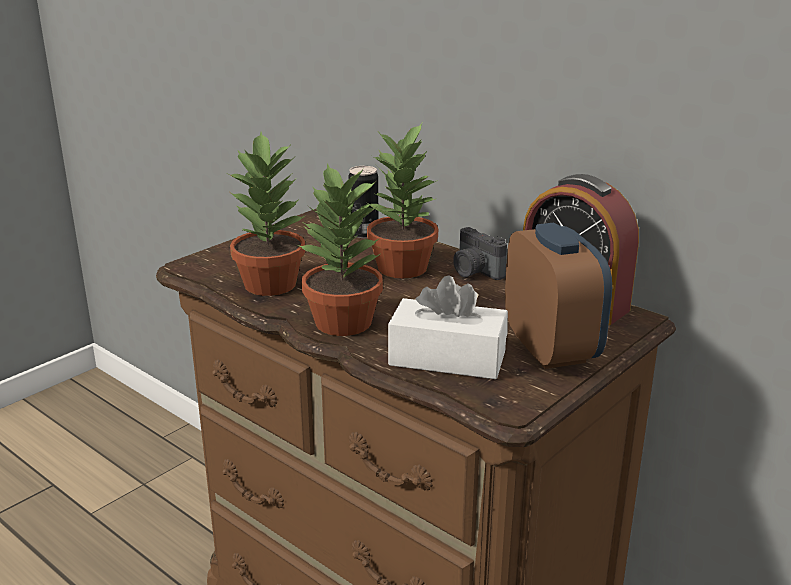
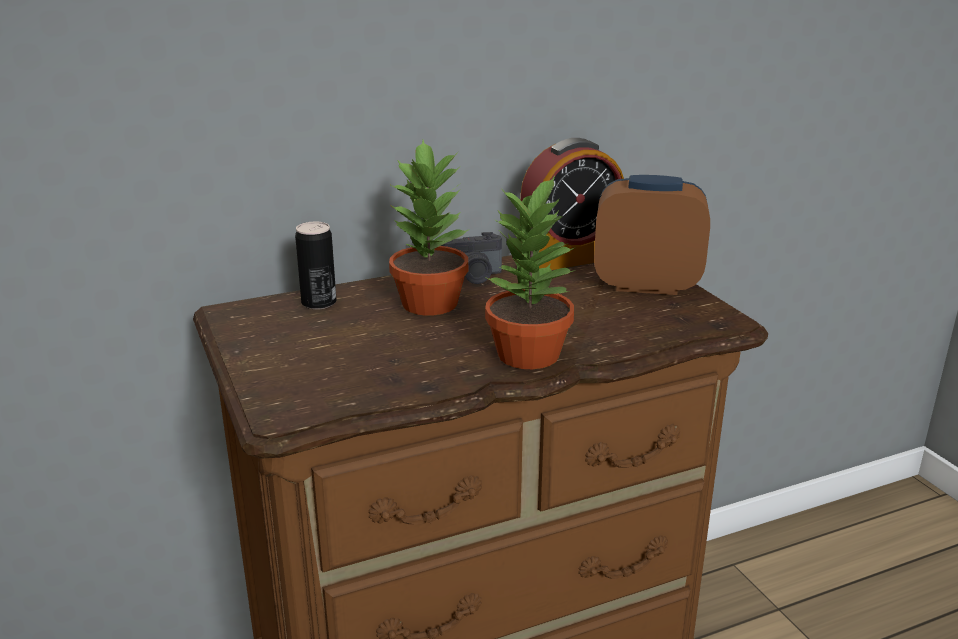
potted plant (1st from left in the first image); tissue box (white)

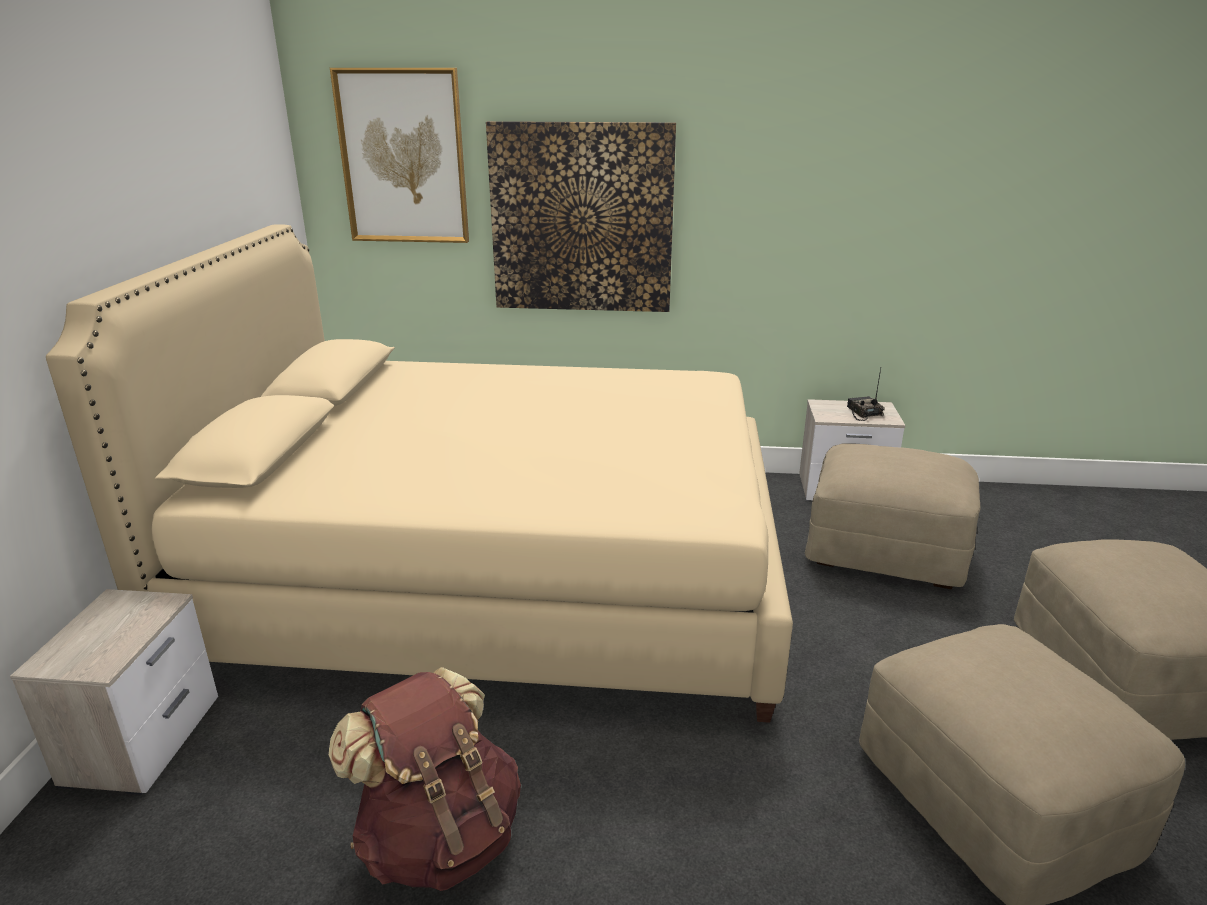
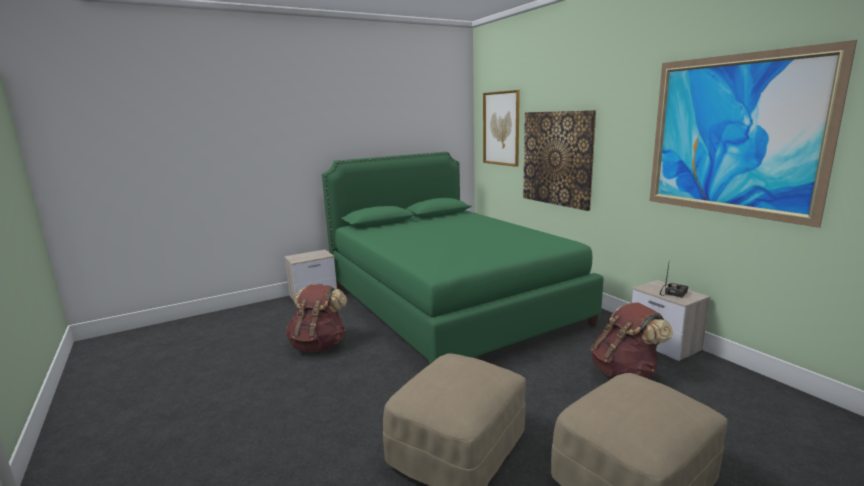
bed (green); backpack (brown) (2nd from left); picture (3rd from left)

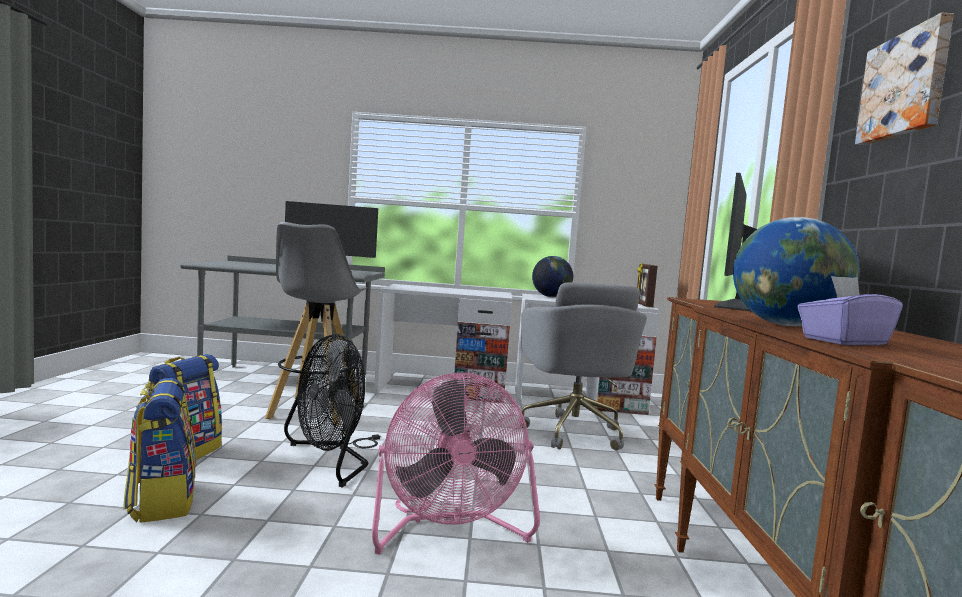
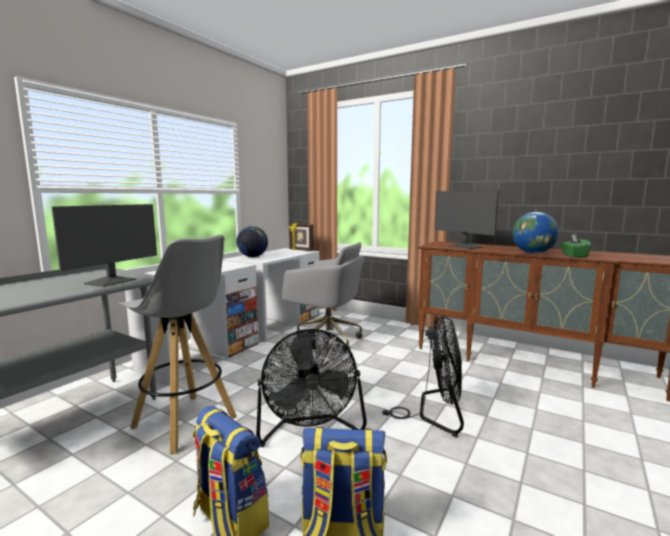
picture; tissue box (green); fan (black) (2nd from left)

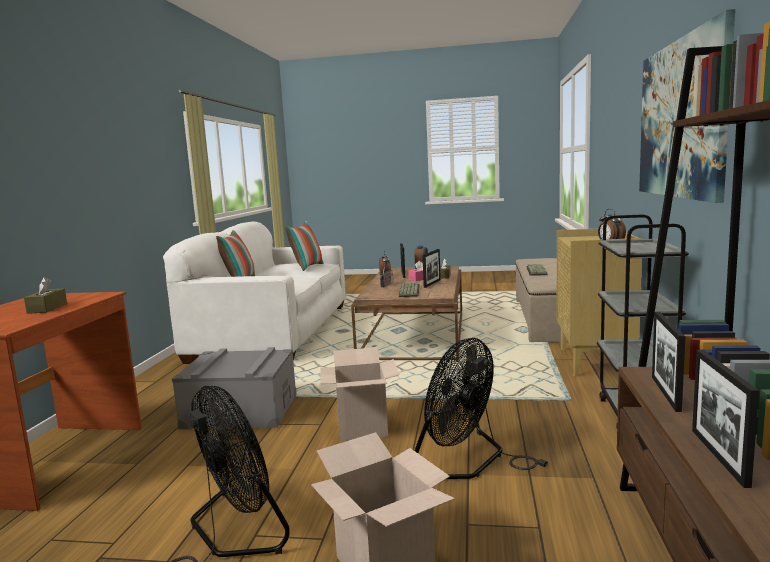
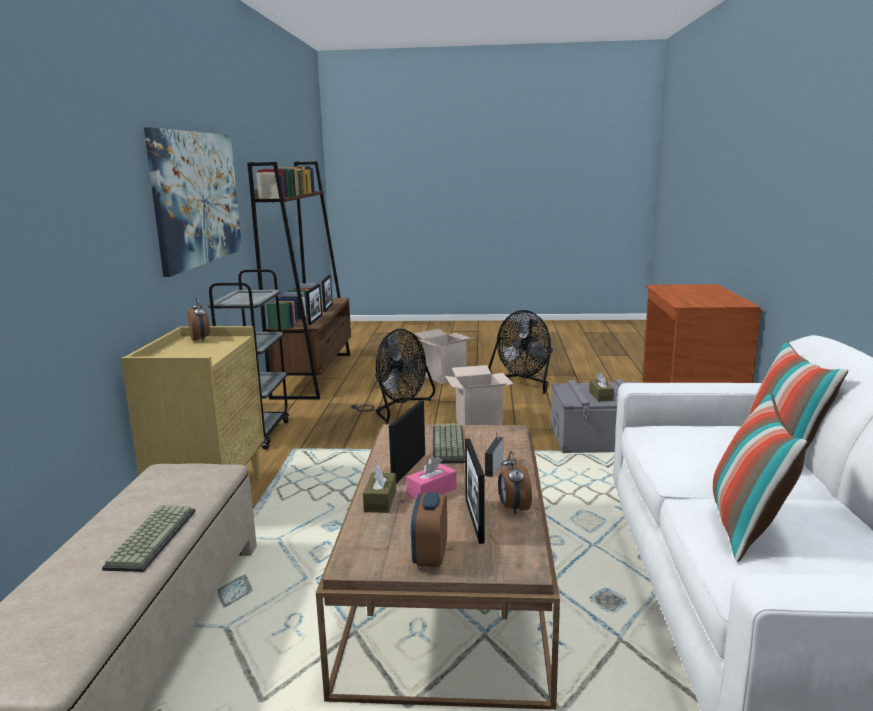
tissue box (brown) (2nd from left)

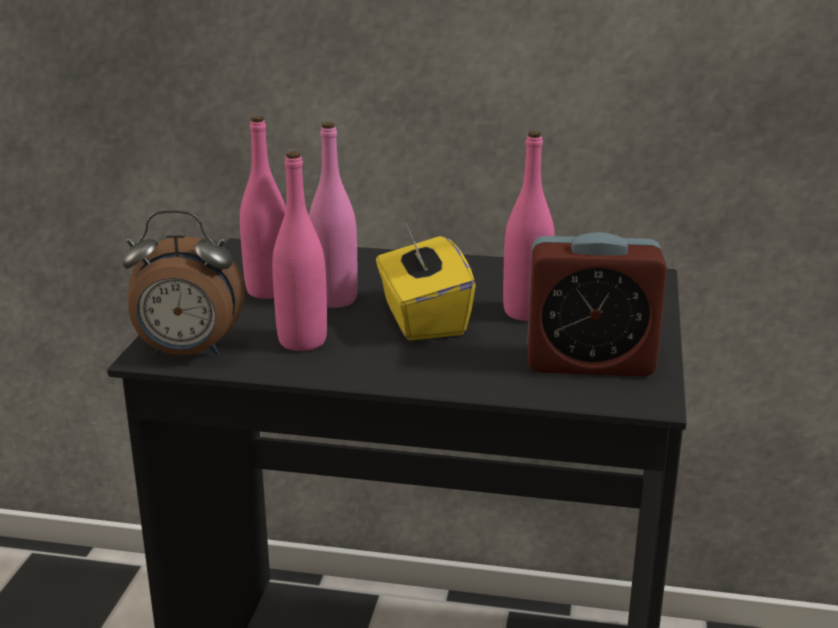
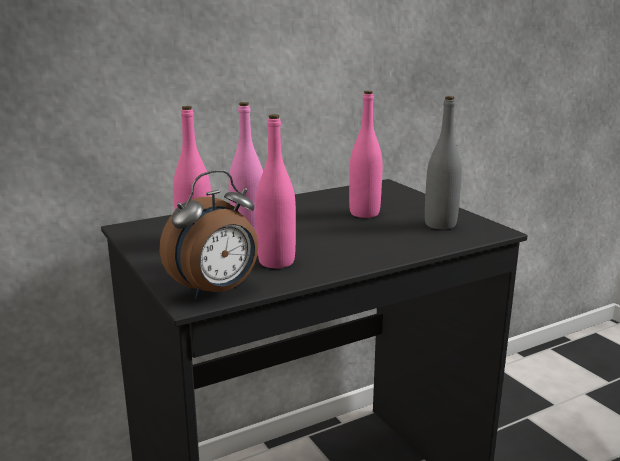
tissue box (yellow); bottle (grey)

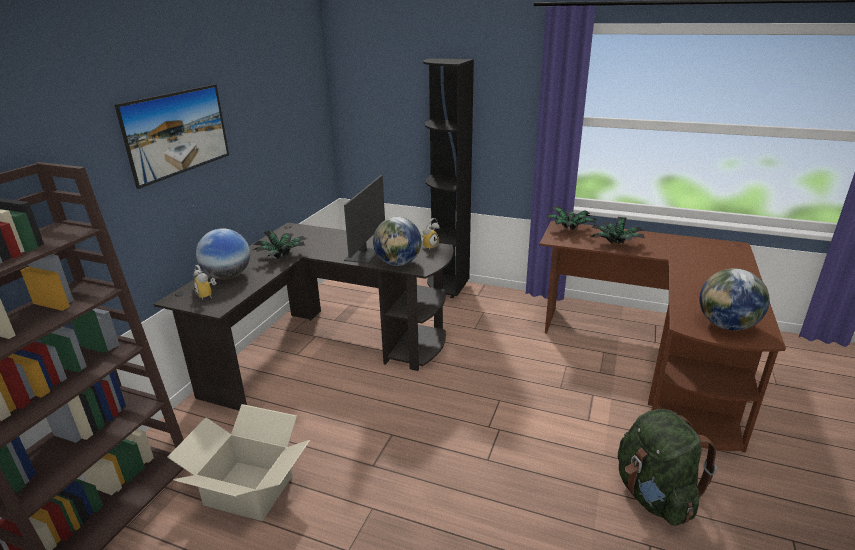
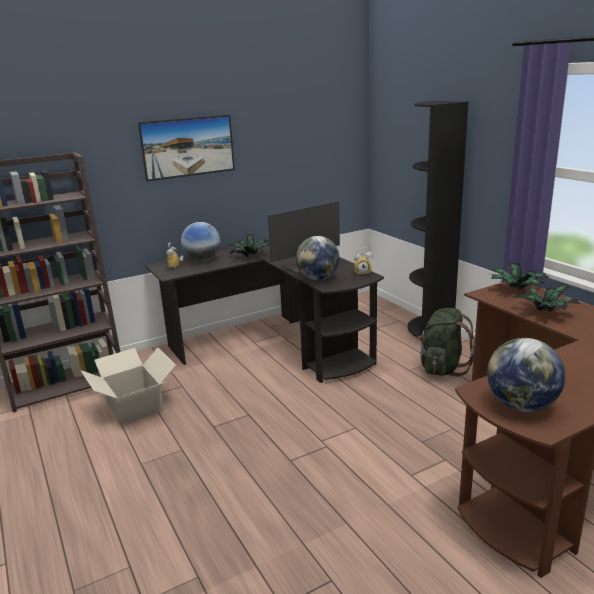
backpack (green)

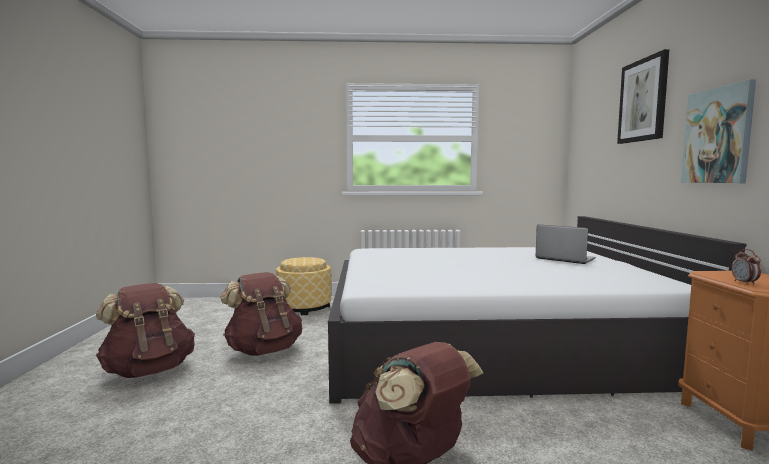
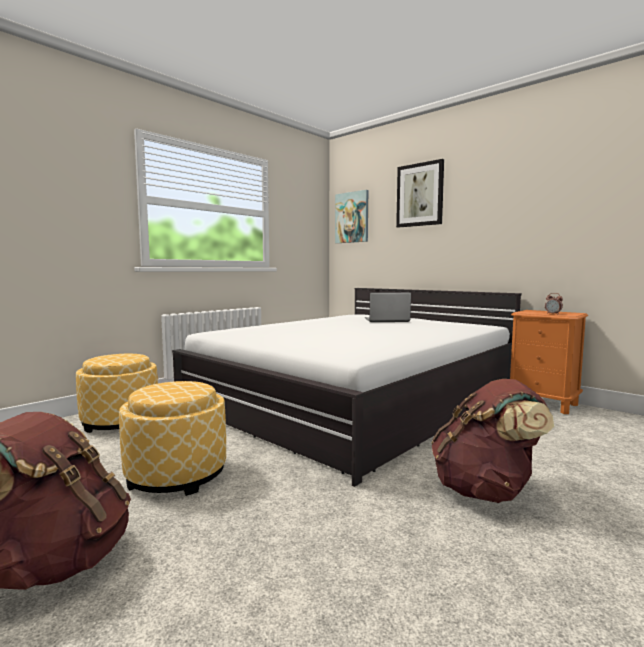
picture (1st from left); ottoman (2nd from left)

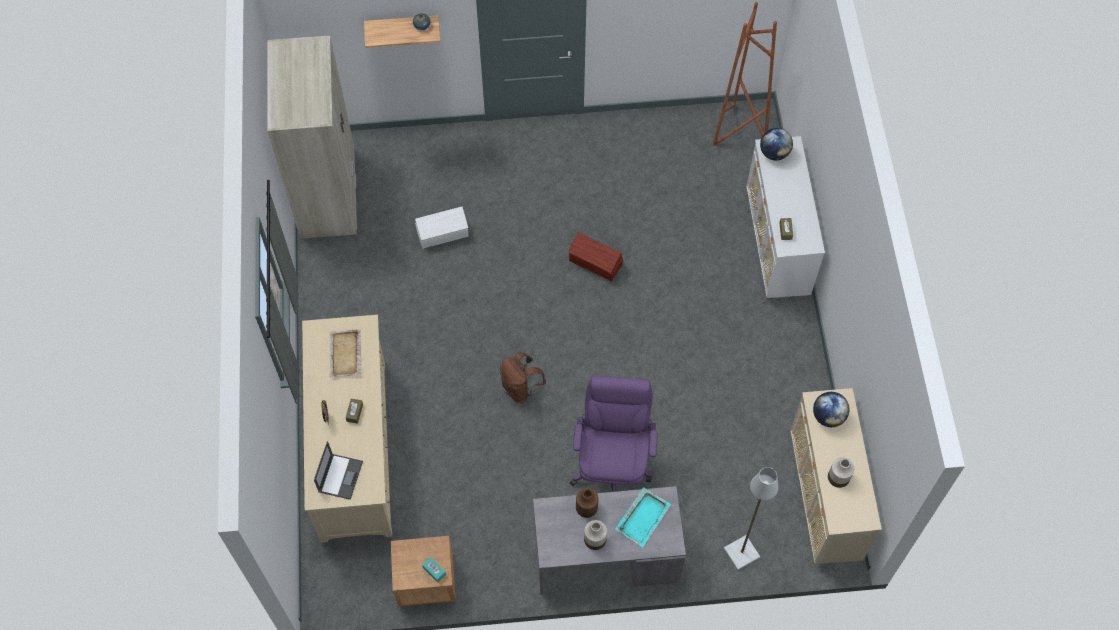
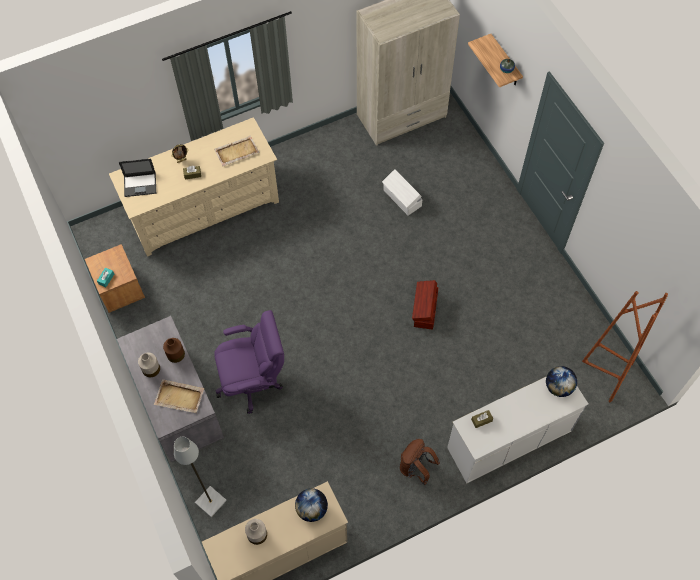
backpack (brown); tray (beige) (1st from left)

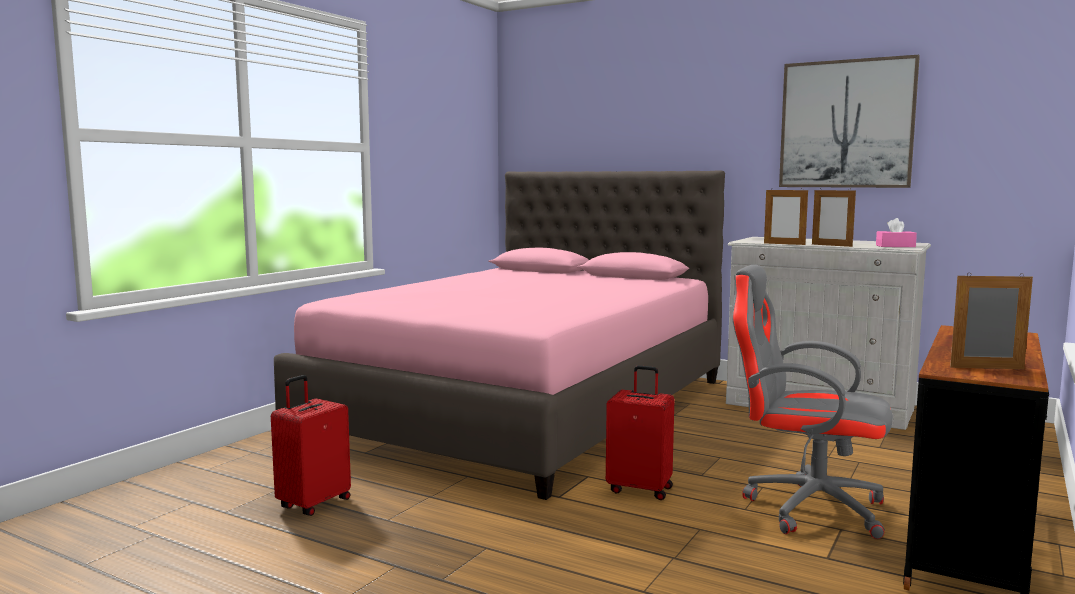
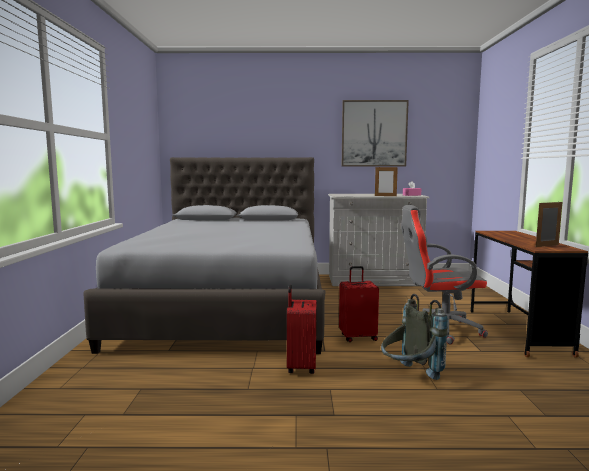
bed (grey); picture frame (1st from left in the first image); suitcase (red) (1st from left); backpack (grey)

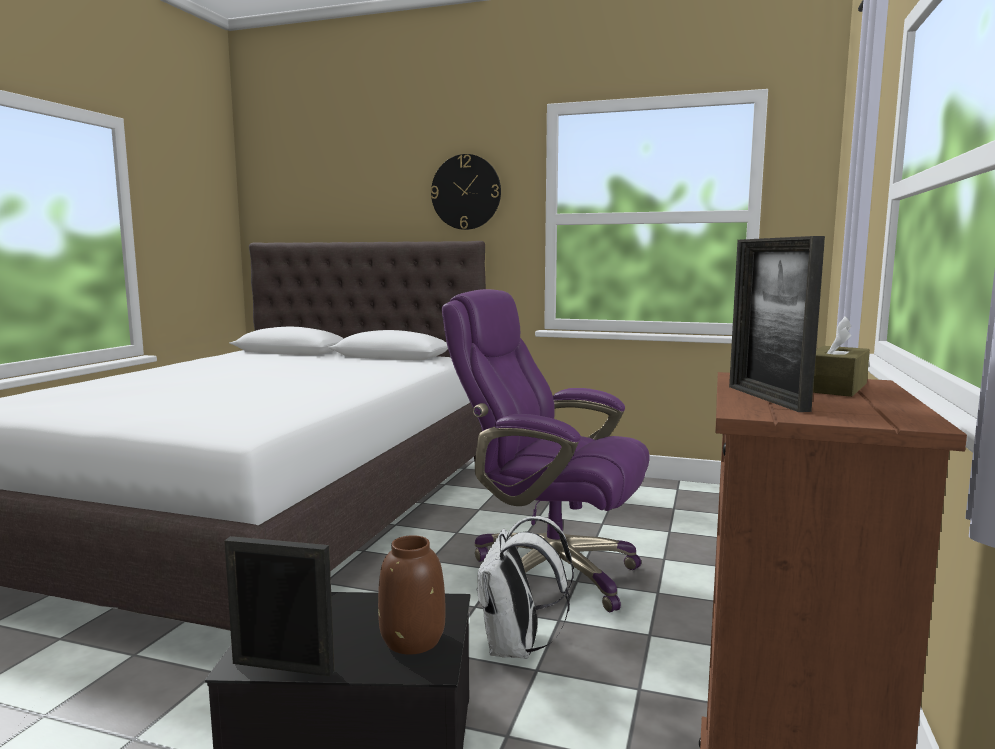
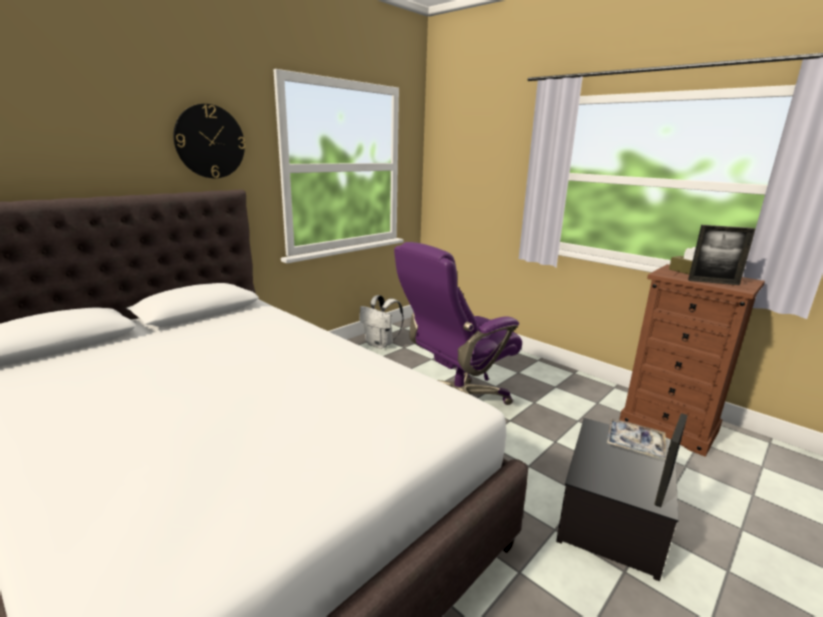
backpack (white); tray

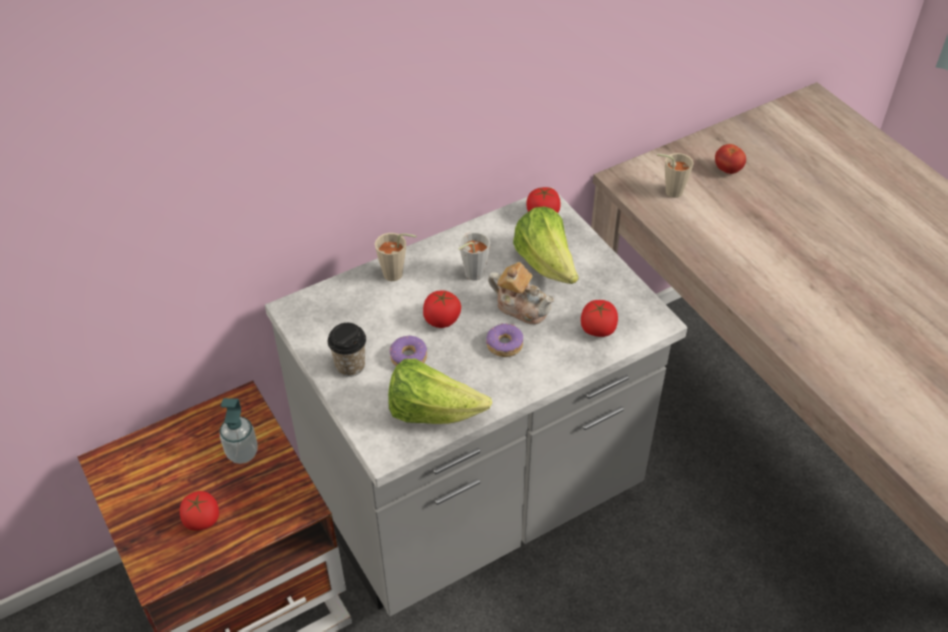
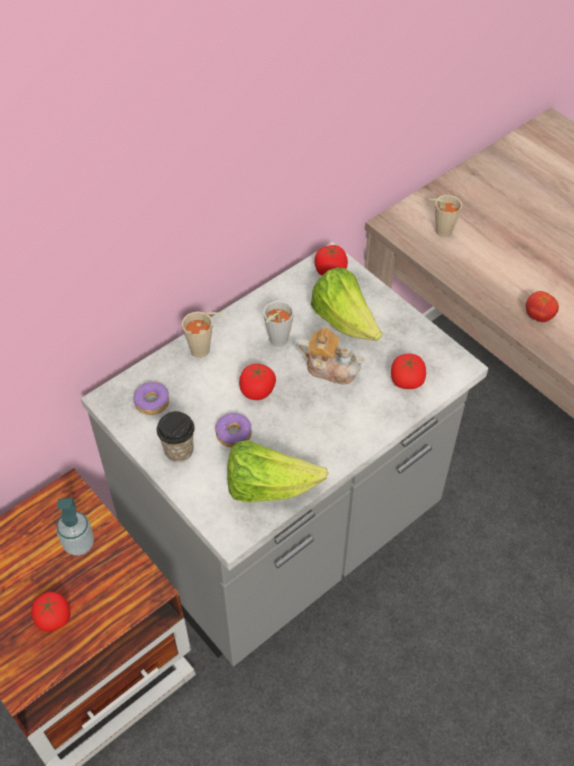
tomato (5th from left); donut (1st from left)

